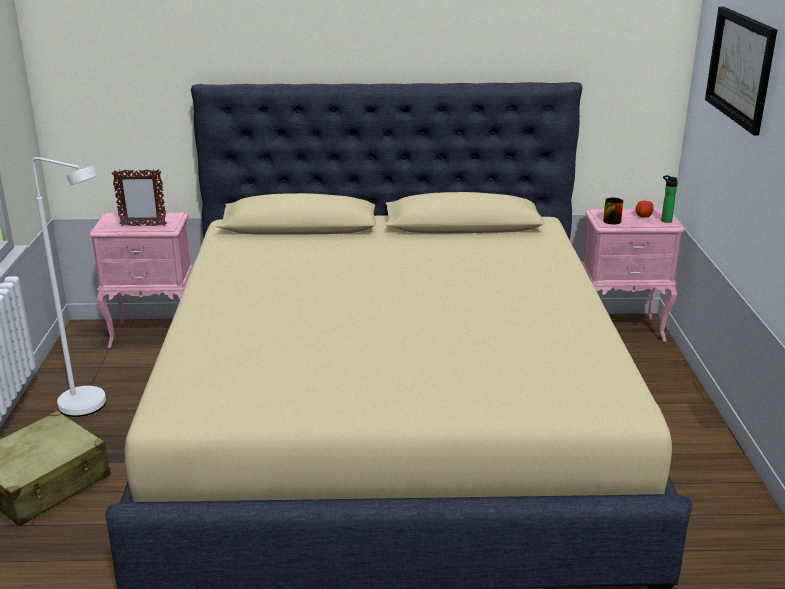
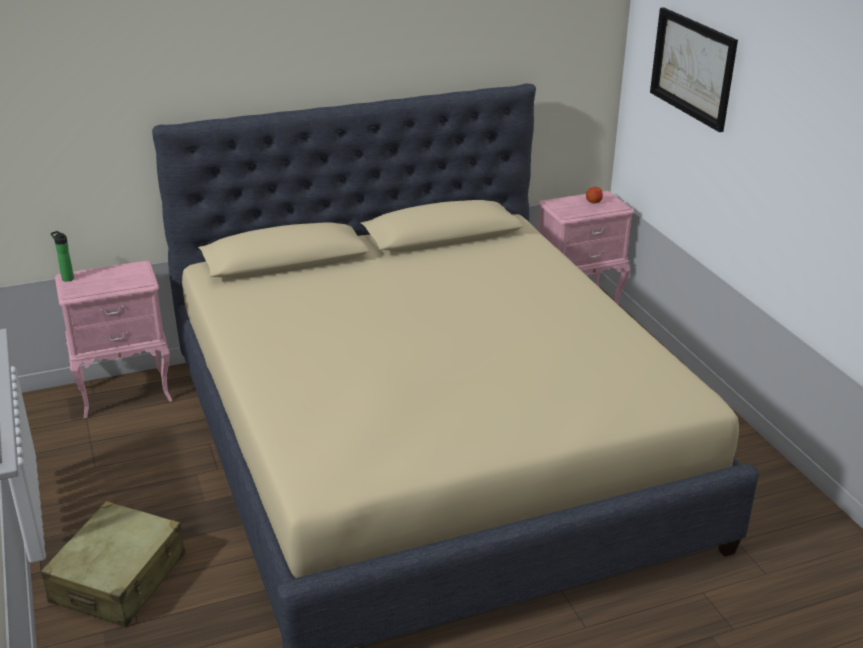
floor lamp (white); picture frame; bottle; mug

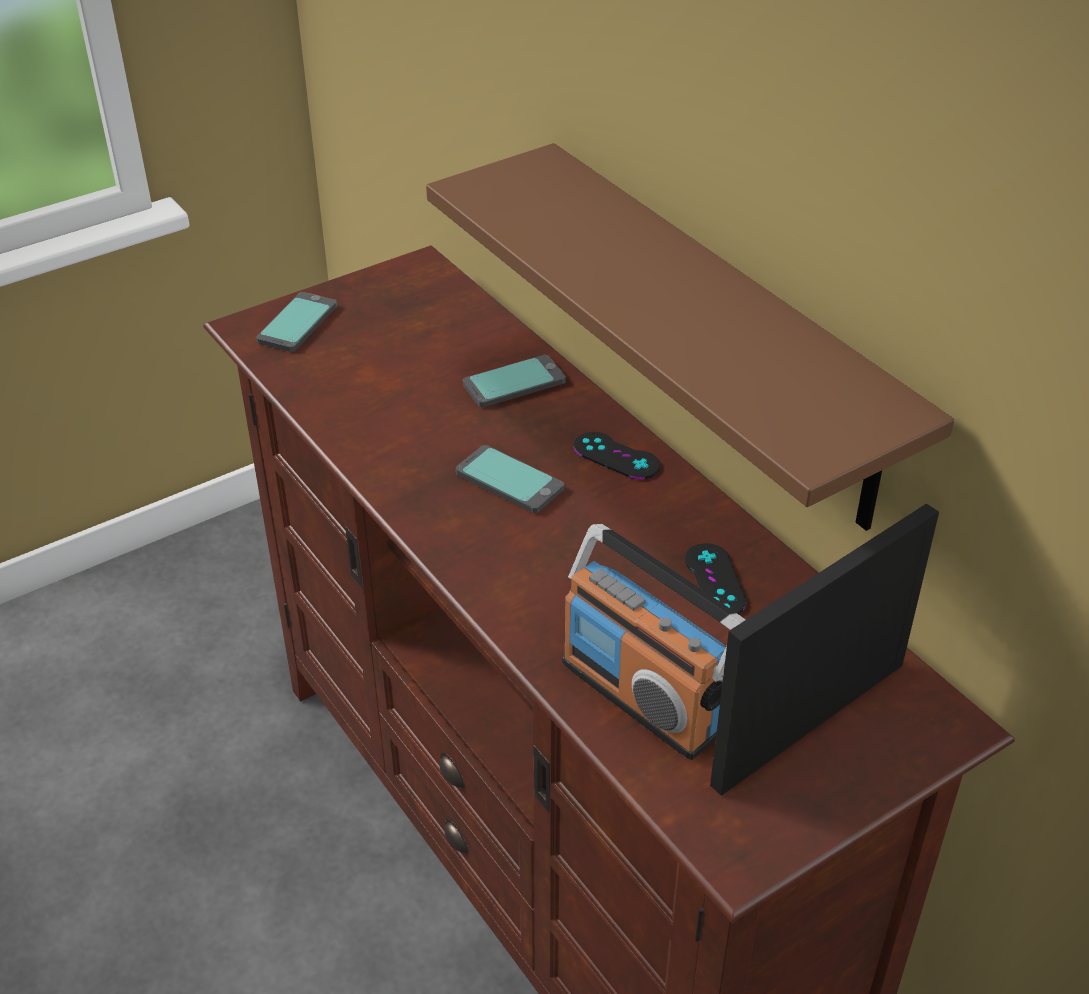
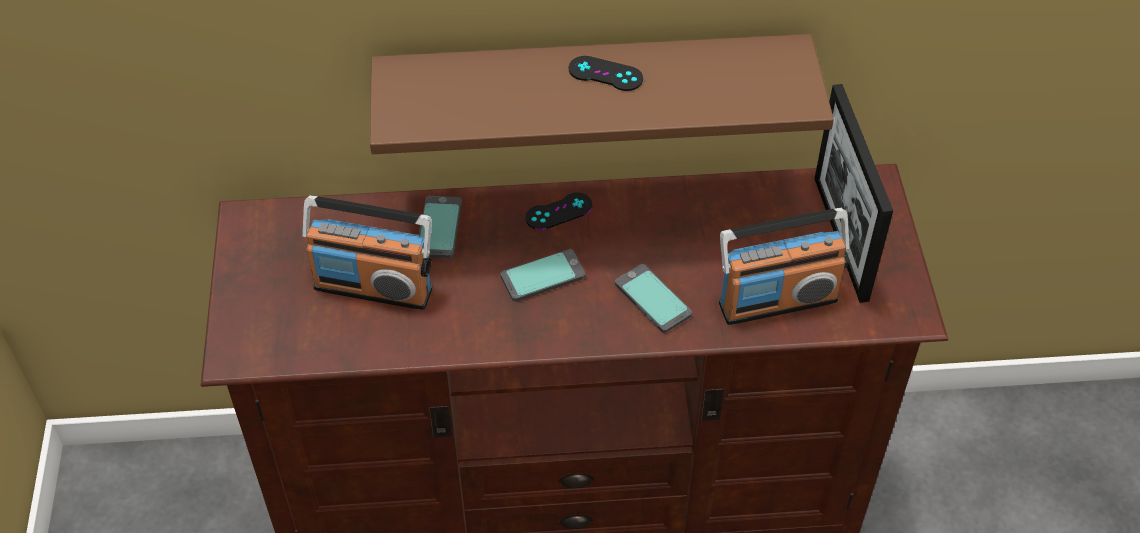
phone (3rd from left); game controller (black) (2nd from left); radio (1st from left)

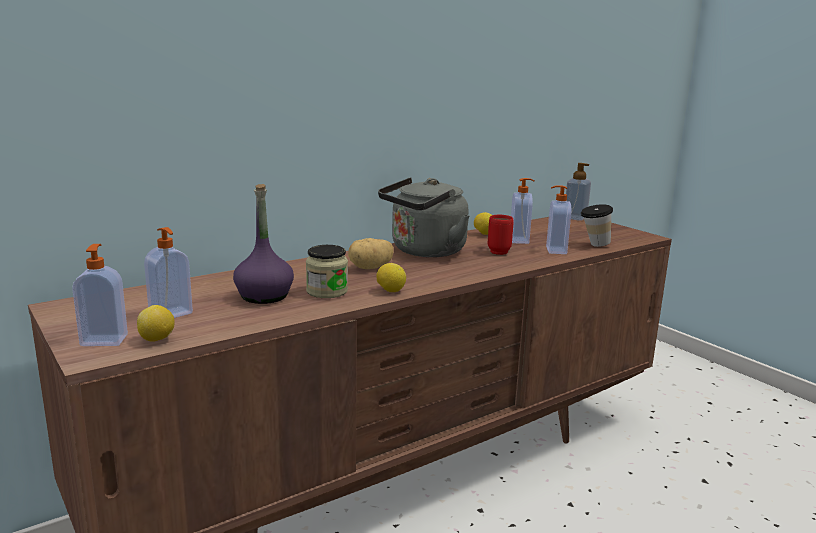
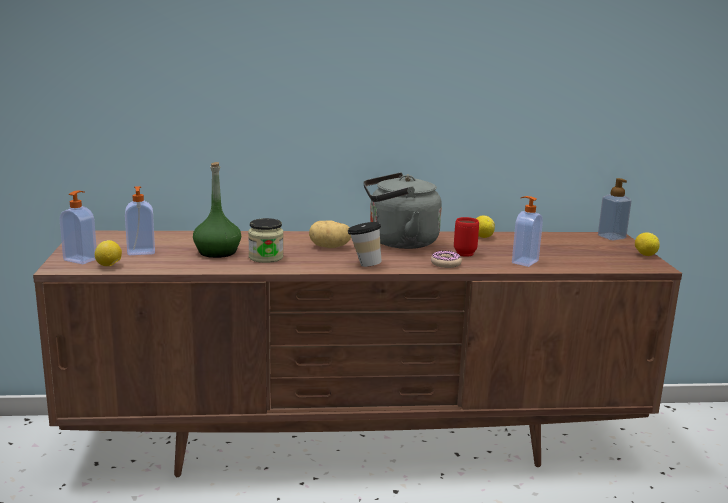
soap dispenser (3rd from left in the first image); bottle (green); cup; lemon (3rd from left); donut

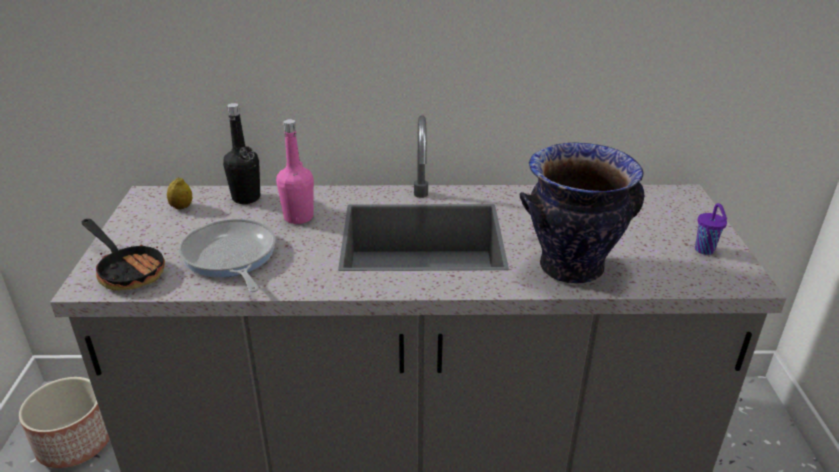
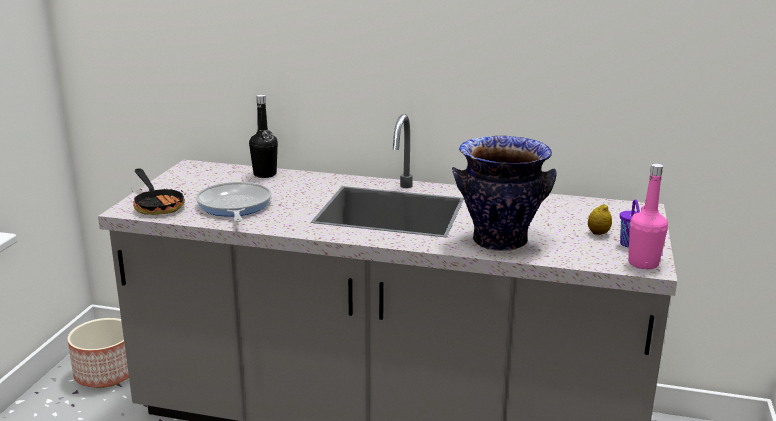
bottle (pink); lemon

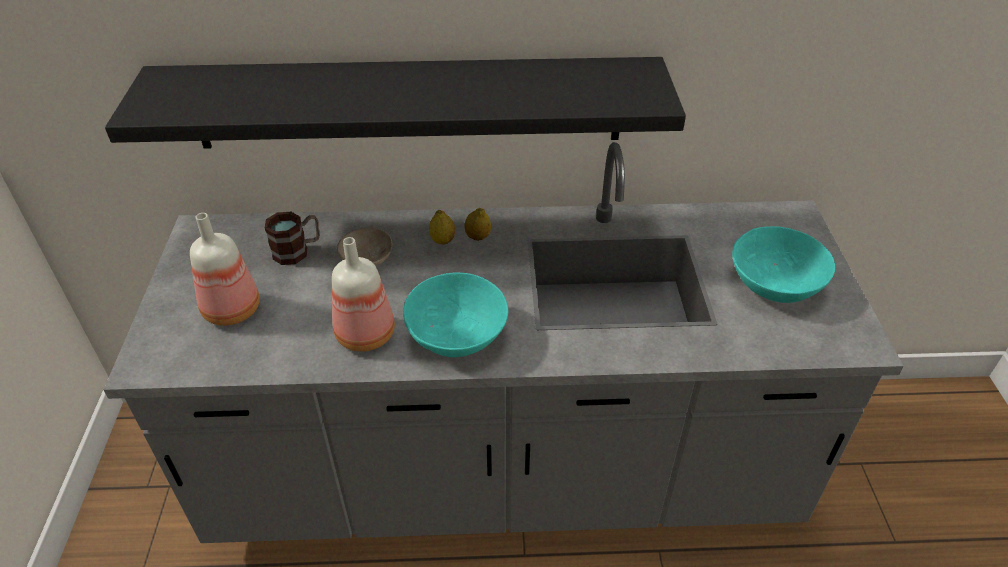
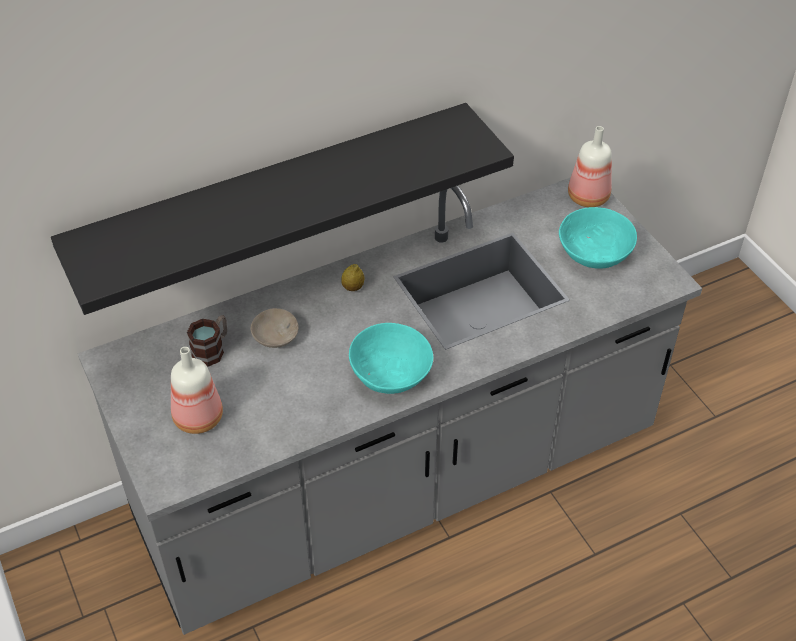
lemon (1st from left in the first image); bottle (2nd from left)

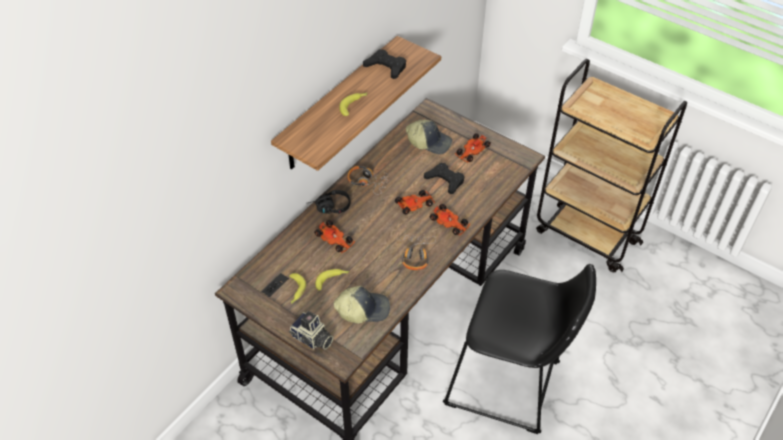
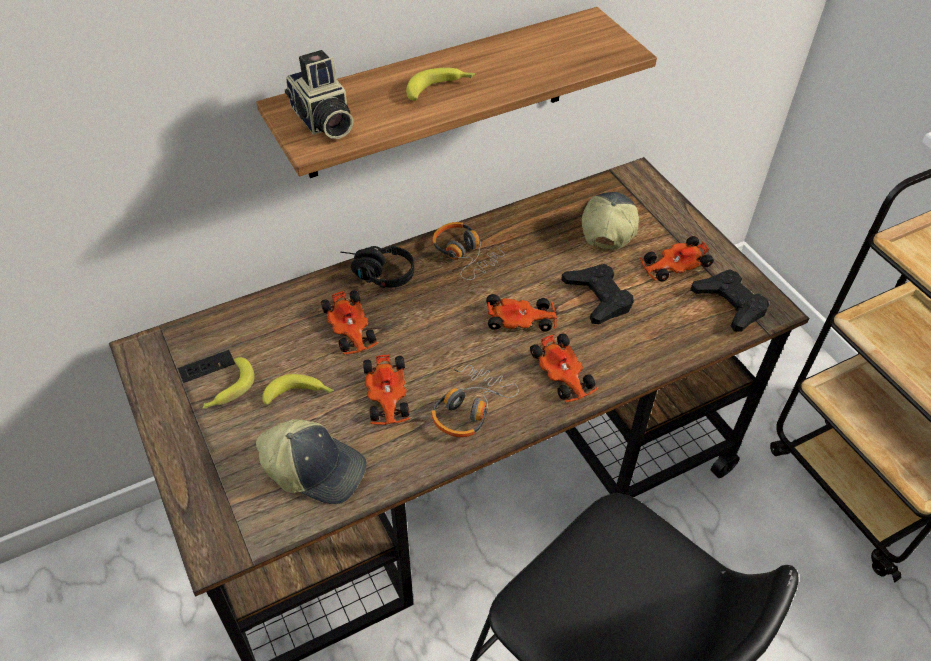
game controller (black) (2nd from left); cap (2nd from left); photo camera; toy car (2nd from left)

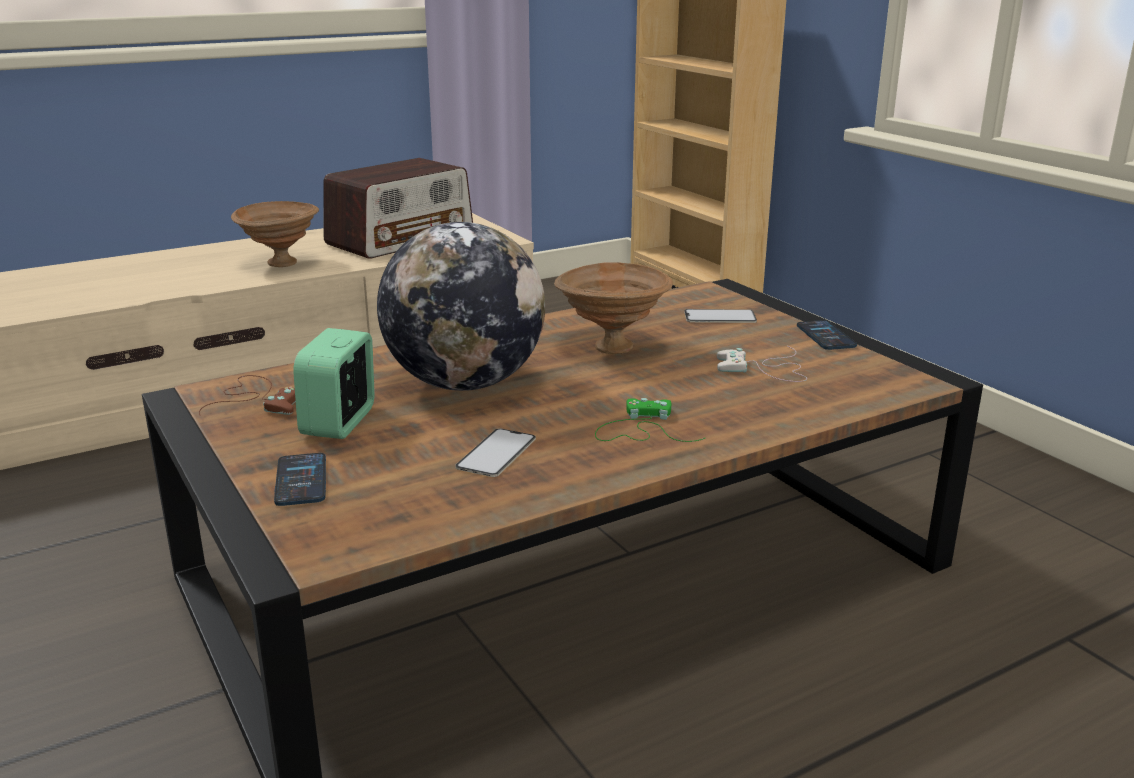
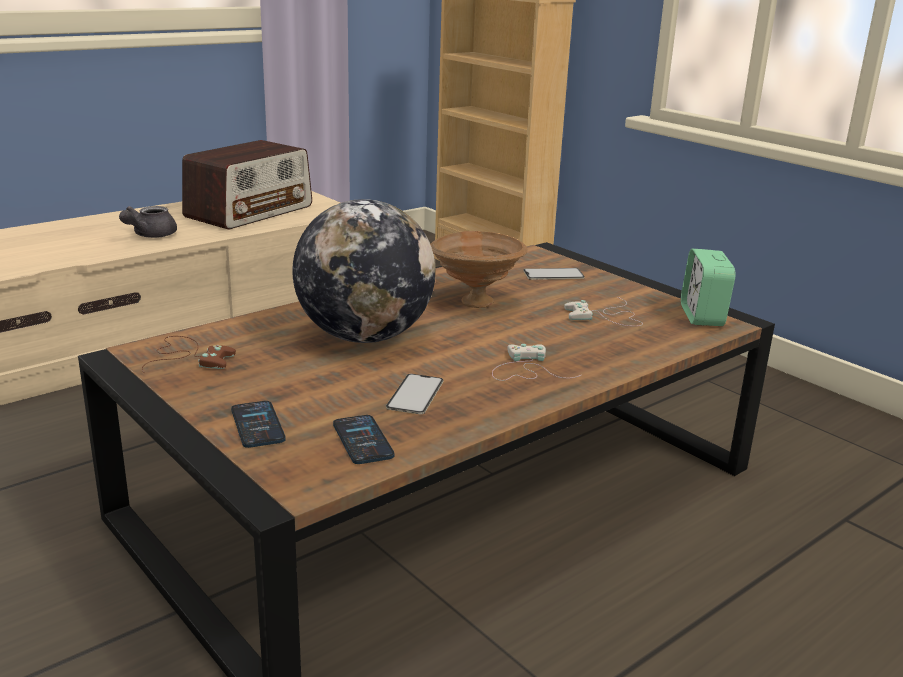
teapot (grey); phone (2nd from left); alarm clock; game controller (white) (1st from left)

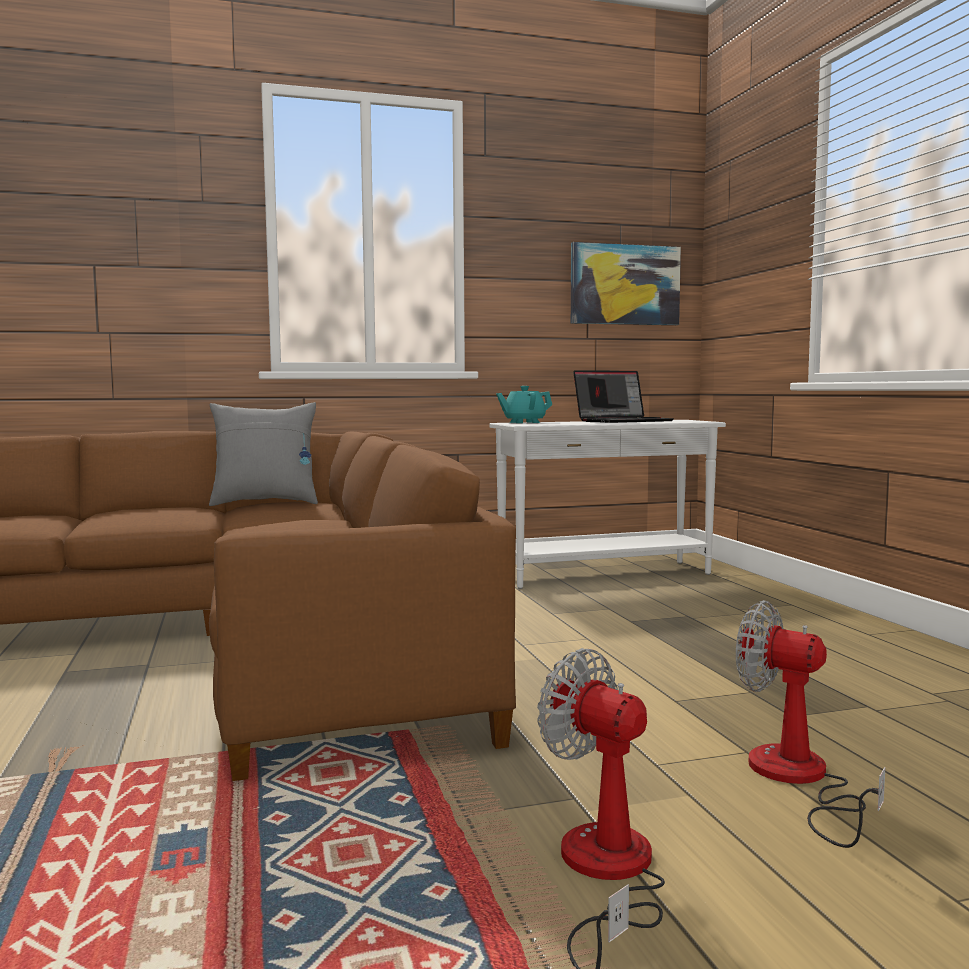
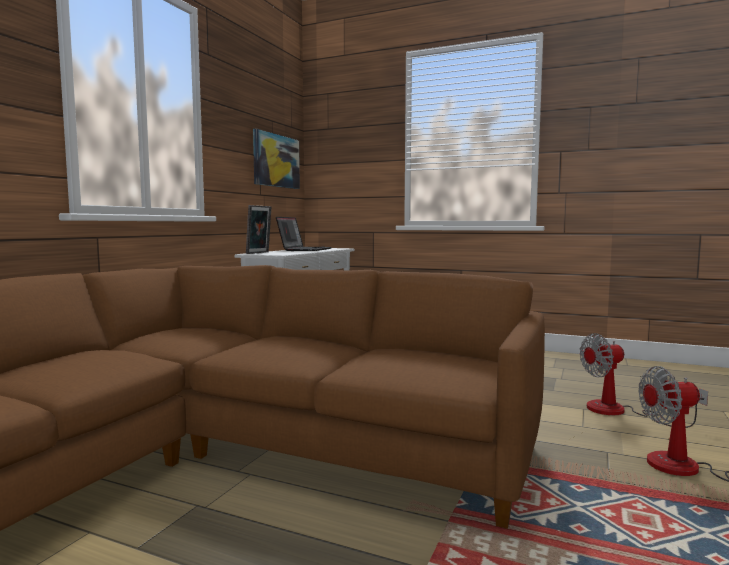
picture frame; pillow (grey)

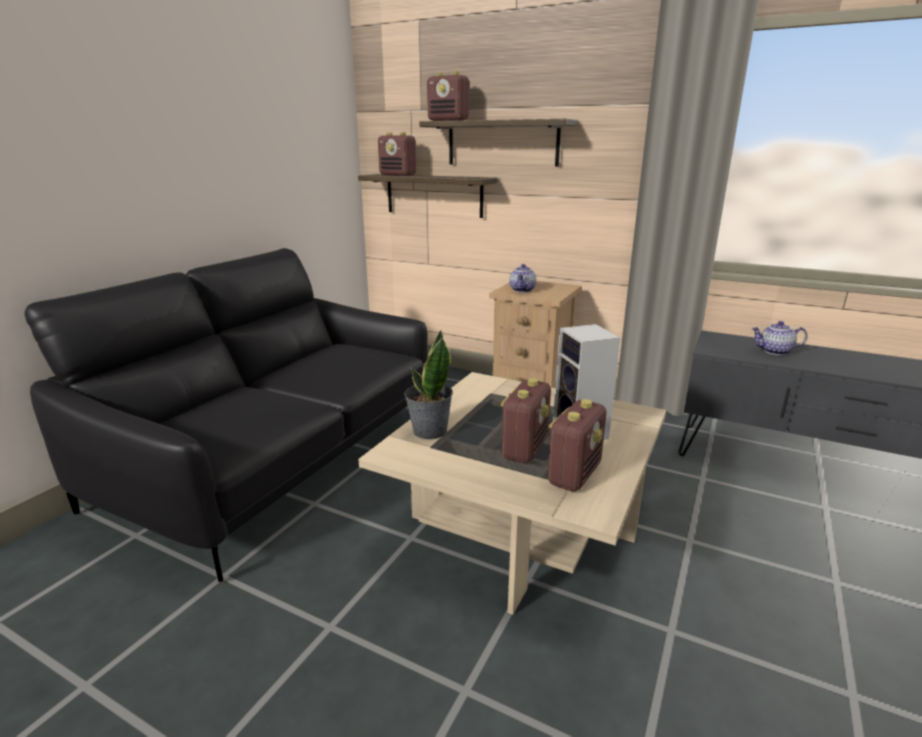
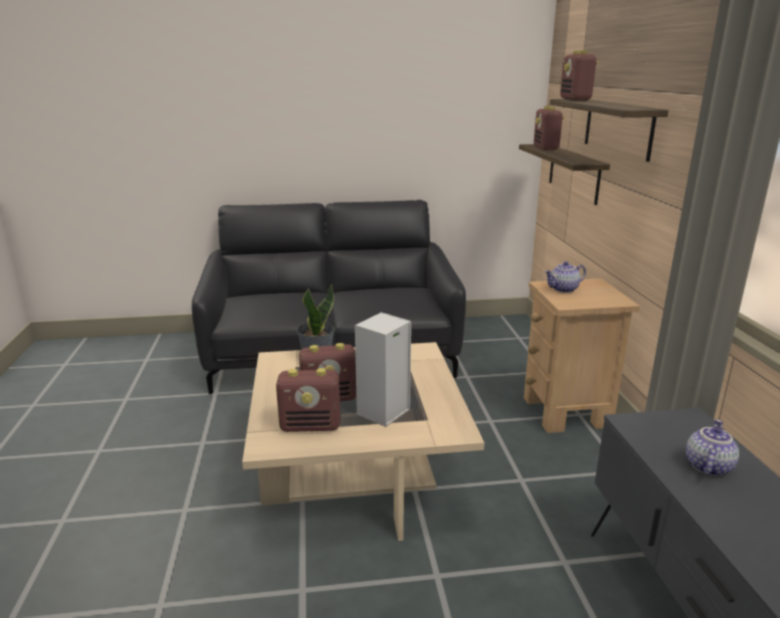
teapot (2nd from left)

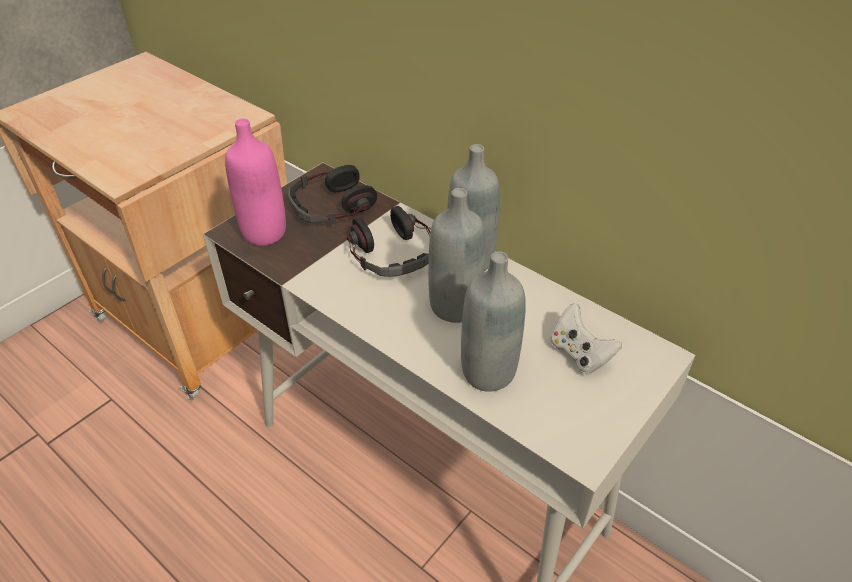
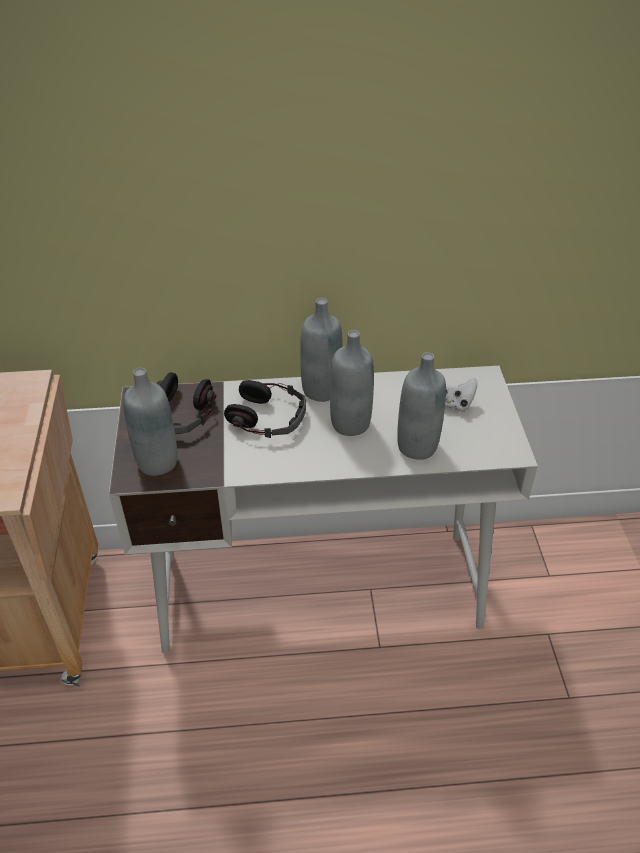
bottle (grey) (1st from left)

